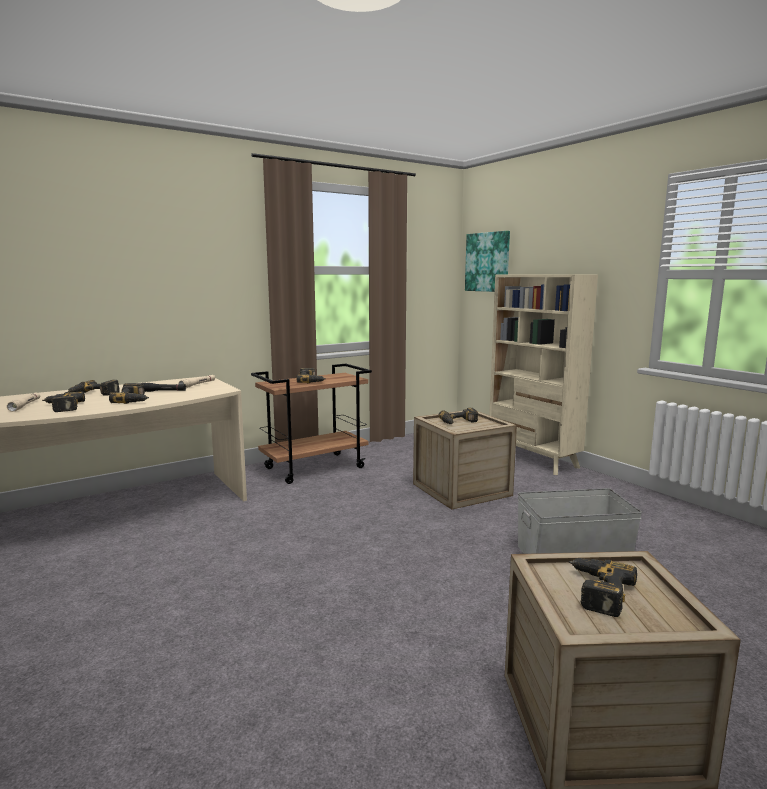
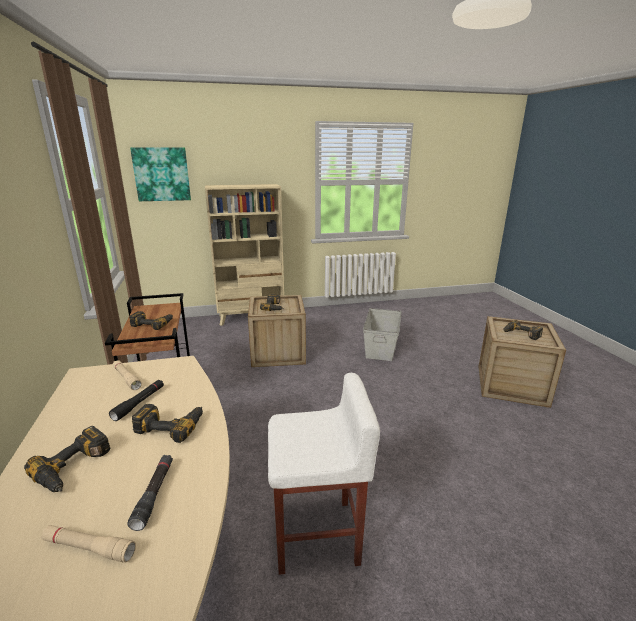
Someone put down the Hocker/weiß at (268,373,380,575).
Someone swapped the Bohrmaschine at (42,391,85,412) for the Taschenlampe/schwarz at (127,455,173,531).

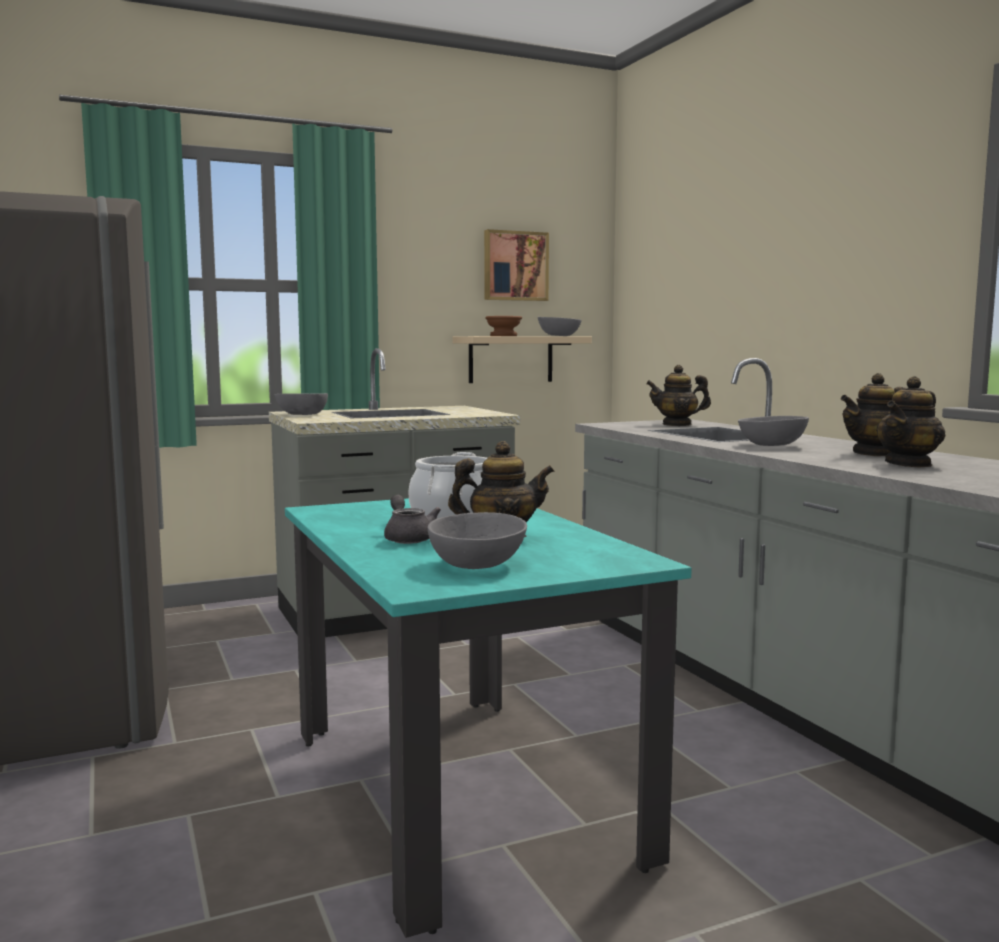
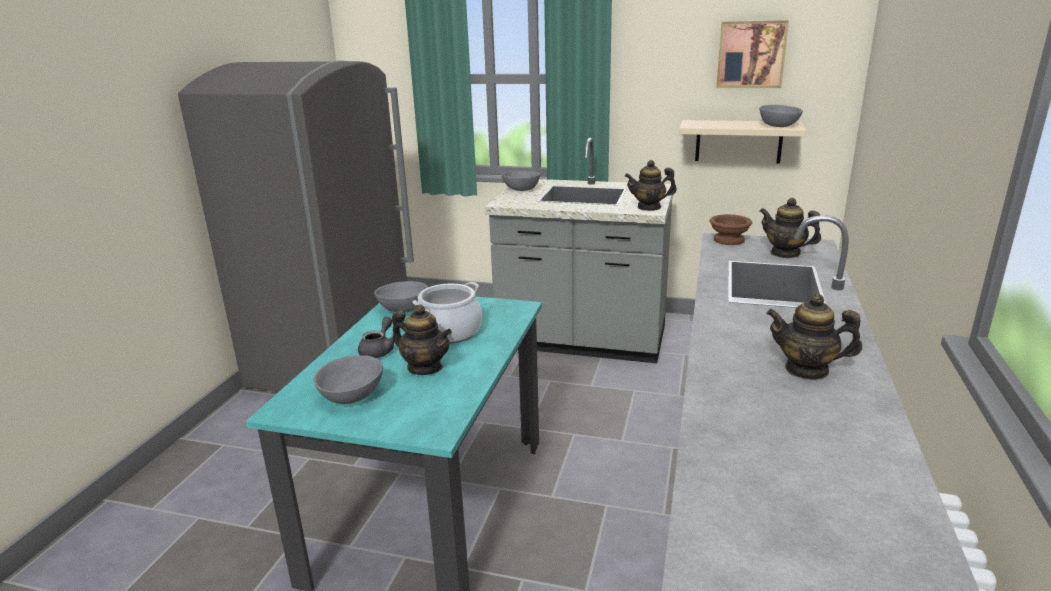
Someone carried the Schüssel/braun from (485,316,522,336) to (710,214,752,245).
Someone carried the Schüssel/grau from (738,416,809,446) to (374,281,428,312).
Someone carried the Teekanne from (876,376,946,468) to (625,160,677,211).

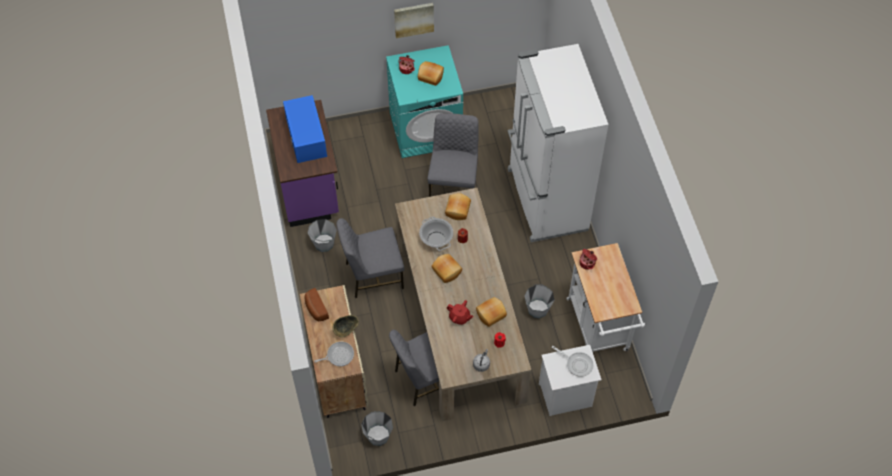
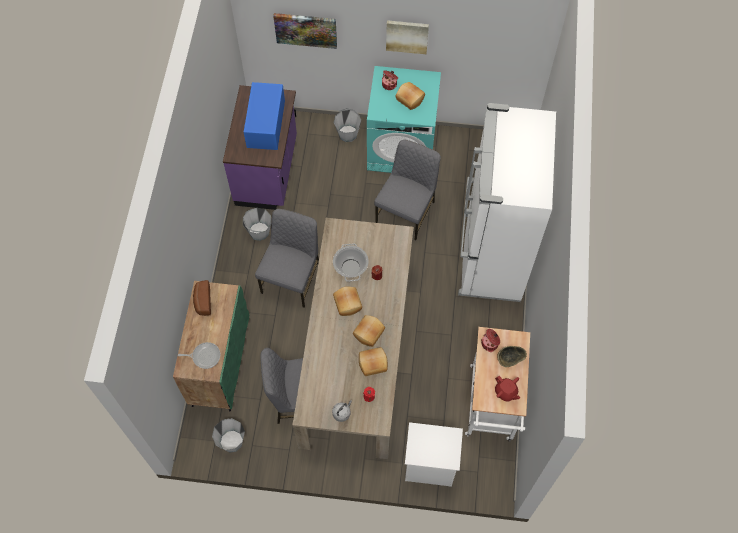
Someone took away the Pfanne at (552,346,593,377).
Someone put up the Bild at (273,13,337,49).
Someone carried the Schüssel from (332,315,359,337) to (497,346,527,367).
Someone carried the Brot from (445,193,471,220) to (353,315,385,347).
Someone carried the Teekanne/rot from (447,300,473,325) to (495,376,521,402).
Someone carried the Eimer/grau from (525,284,555,319) to (334,108,361,142).
Someone repainted the Schrank/beige at (300,285,369,418), which became the Schrank/grün at (173,281,249,411).
Someone rotated the Stuhl/grau at (336,218,404,298) by 105 degrees clockwise.

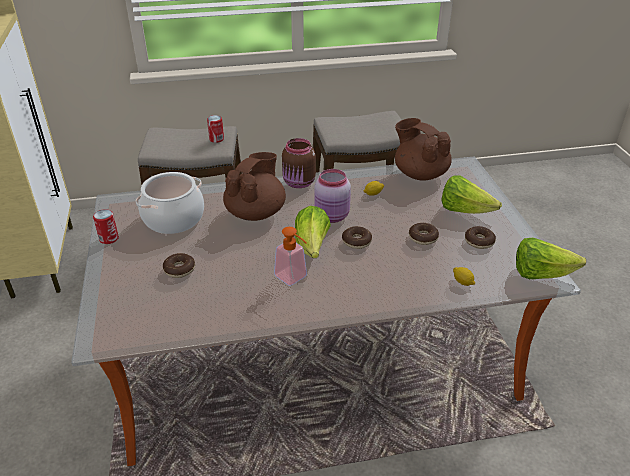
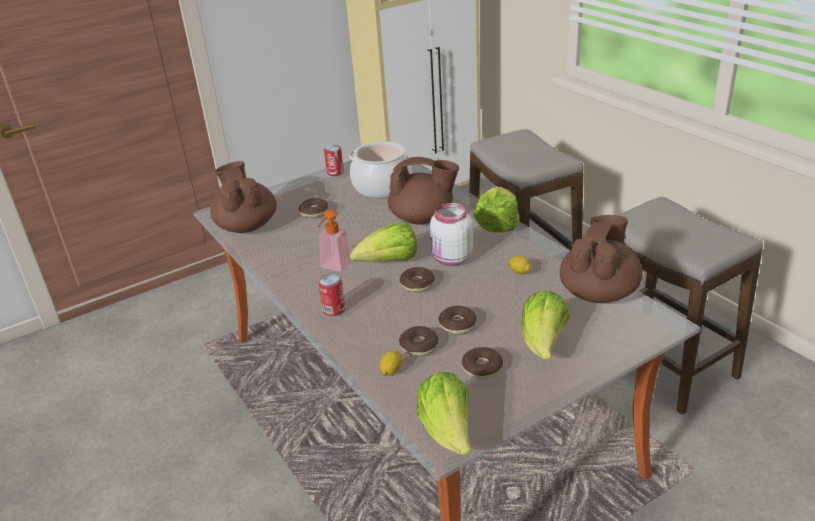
Someone put down the Teekanne/braun at (210,161,277,233).
Someone put down the Donut at (399,326,438,356).
Someone carried the Dose from (207,115,224,143) to (318,274,345,316).
Someone swapped the Vorratsglas/braun at (282,138,316,188) for the Salatkopf at (473,187,519,232).
Someone repainted the Vorratsglas/rosa at (314,169,351,223), which became the Vorratsglas/weiß at (430,203,473,266).

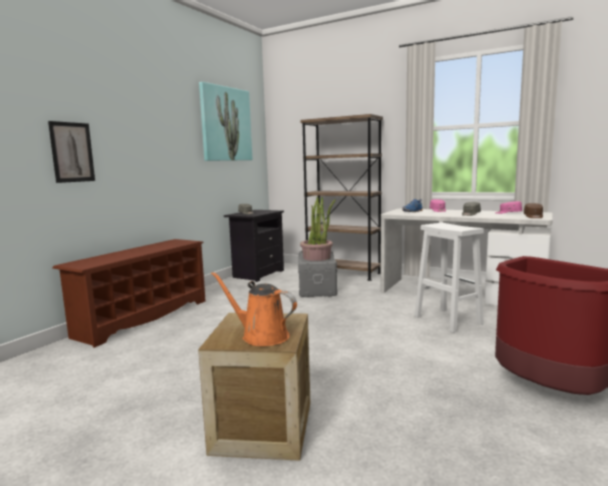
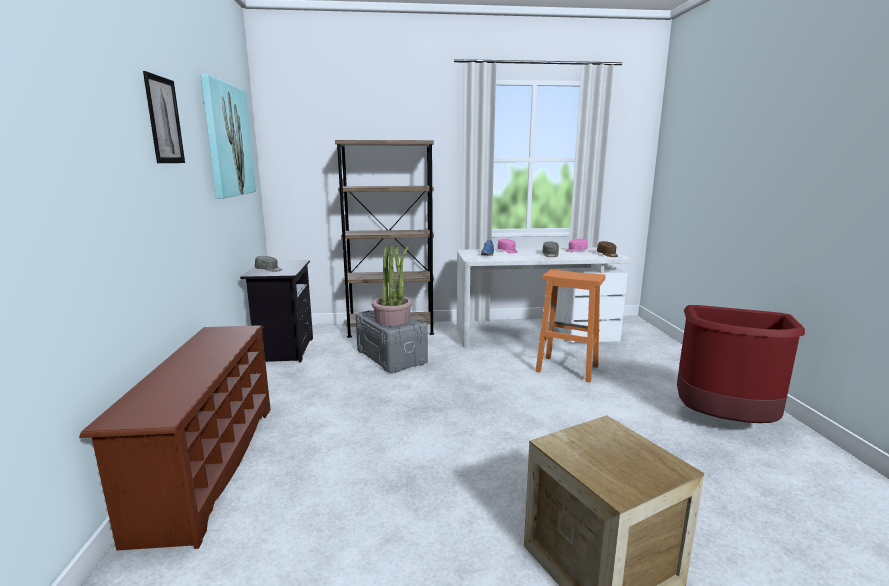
Someone took away the Gießkanne/orange at (211,272,297,346).
Someone carried the Bild from (48,121,95,183) to (143,71,185,163).
Someone repainted the Hocker/weiß at (414,223,484,333), which became the Hocker/orange at (535,269,606,382).

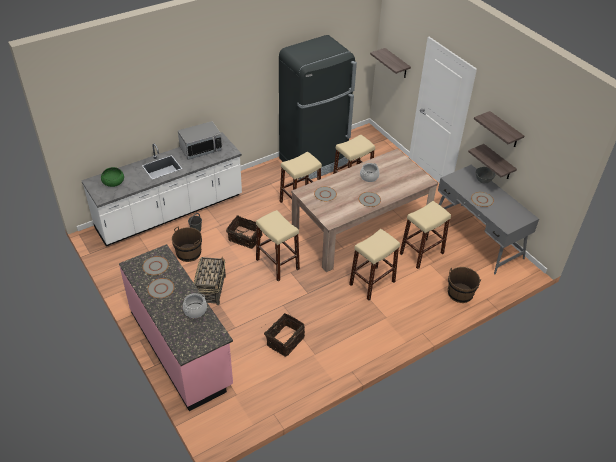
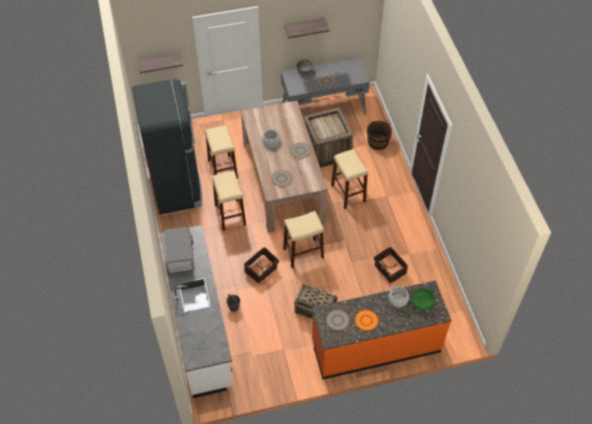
Someone took away the Eimer/braun at (172,226,202,262).
Someone took away the Wandregal at (468,144,517,179).
Someone carried the Schüssel/grün from (101,167,124,187) to (411,288,435,311).
Someone swapped the Hocker/beige at (400,201,451,269) for the Kiste at (303,107,353,168).
Someone repainted the Küchenzeile/rosa at (119,244,233,411), which became the Küchenzeile/orange at (312,281,452,379).
Someone repainted the Teller/grau at (148,278,174,298), which became the Teller/orange at (355,310,378,331).

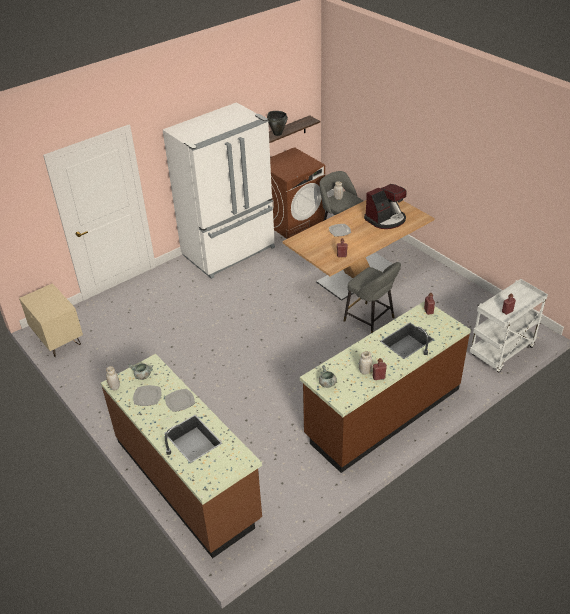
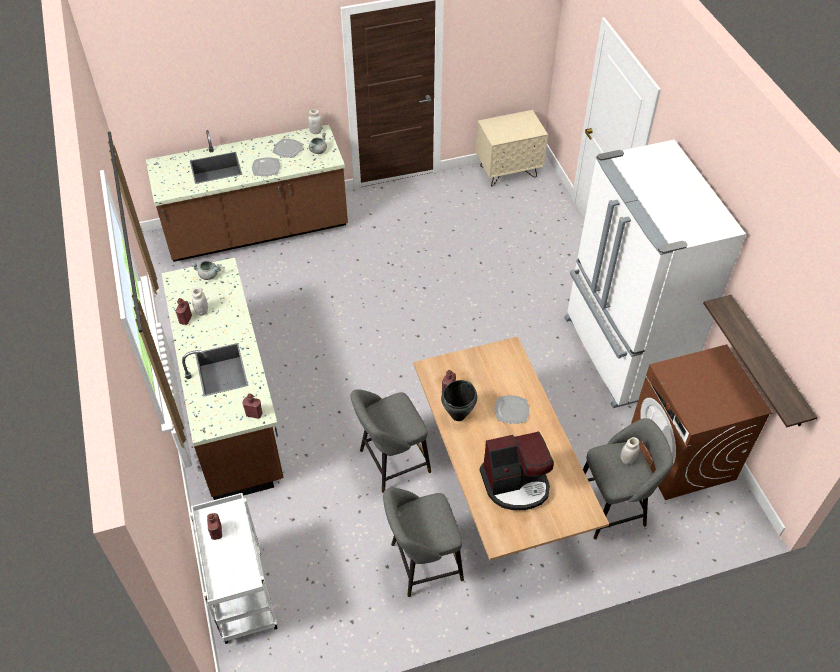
Someone put down the Hocker/grau at (383,488,464,597).
Someone carried the Kochtopf/schwarz from (267,111,288,136) to (441,380,477,421).
Someone rotated the Kaffeemaschine at (364,184,407,229) by 90 degrees counterclockwise.

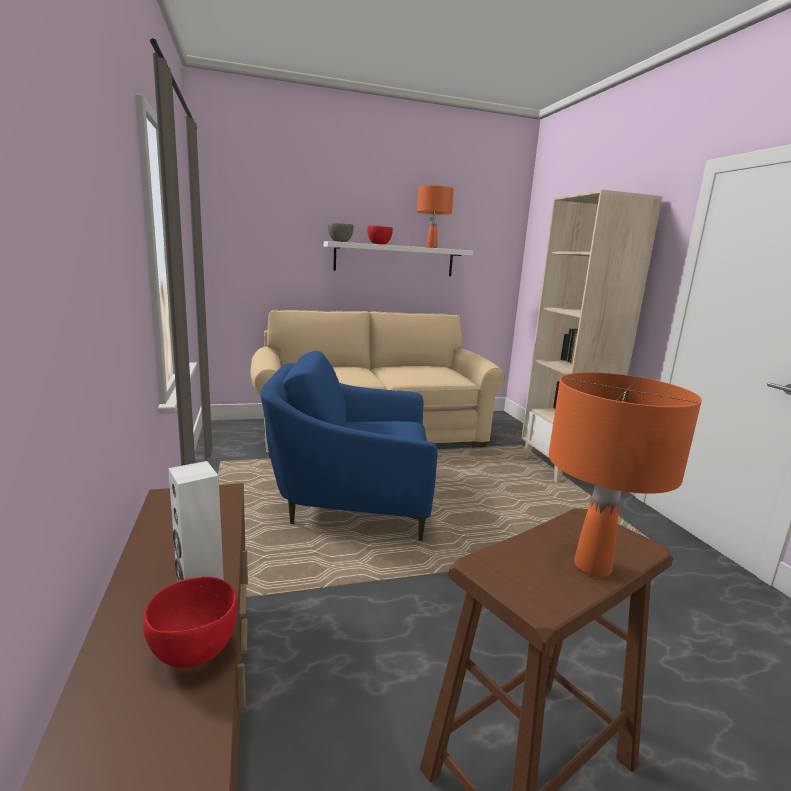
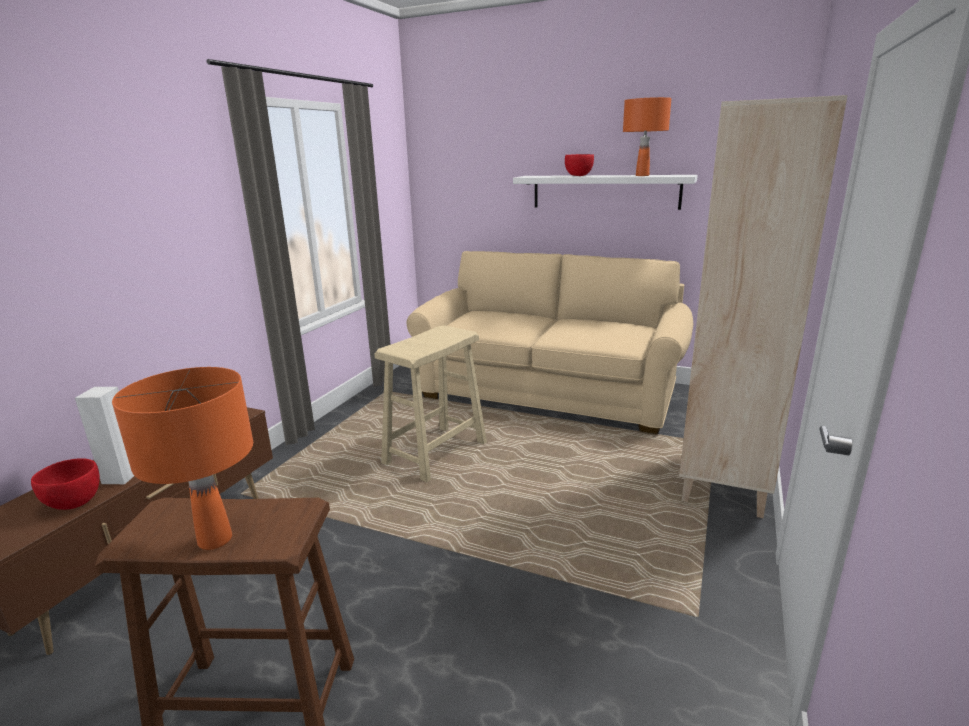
Someone took away the Schüssel/grau at (328,222,353,242).
Someone swapped the Sessel/blau at (260,351,438,541) for the Hocker/beige at (374,325,487,482).

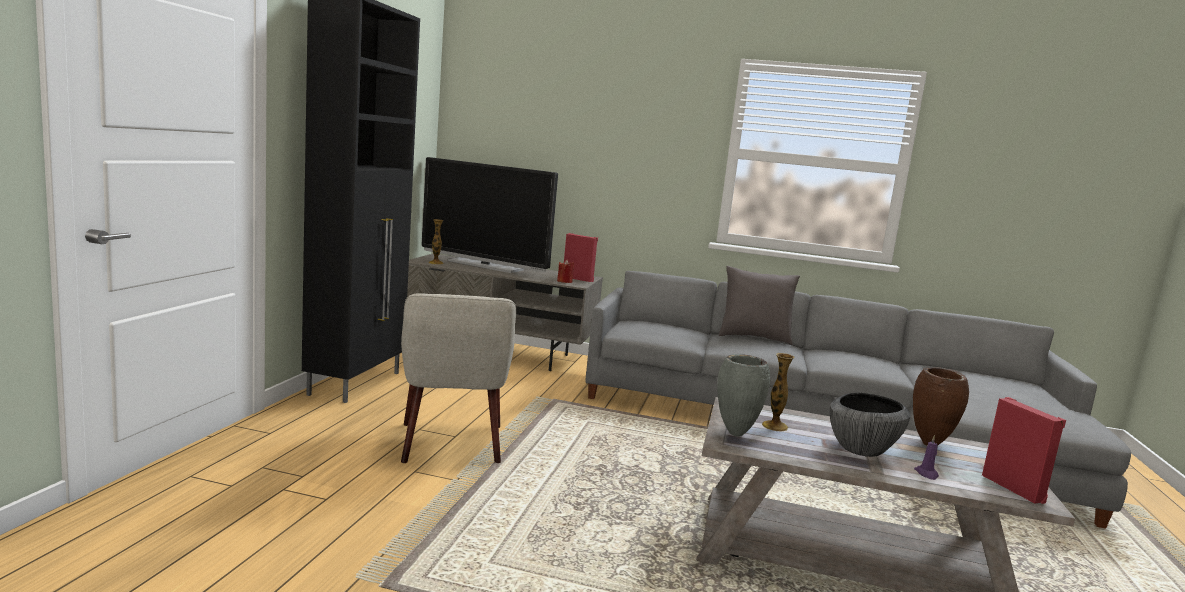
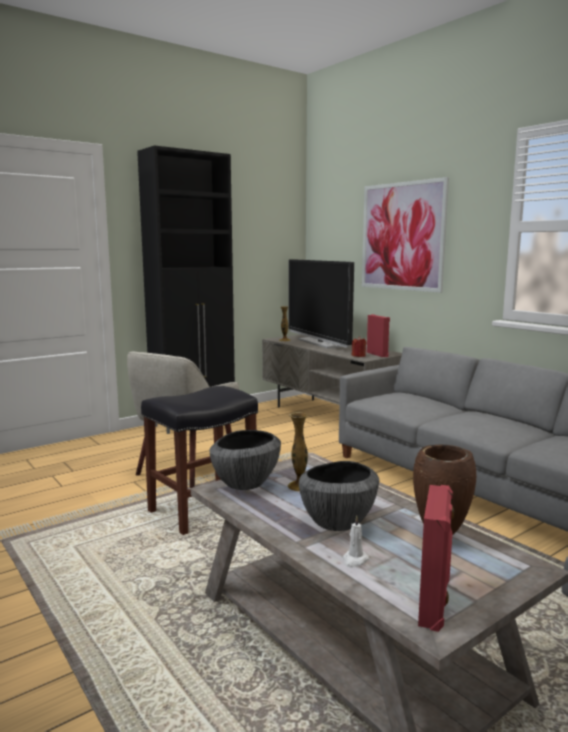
Someone took away the Kissen/grau at (719,266,800,345).
Someone put down the Hocker/schwarz at (141,386,258,535).
Someone put up the Bild at (362,177,449,293).
Someone swapped the Vase/grau at (717,354,770,437) for the Schüssel at (209,430,281,490).
Someone repainted the Kerze/lila at (914,435,939,480), which became the Kerze/weiß at (343,515,369,568).

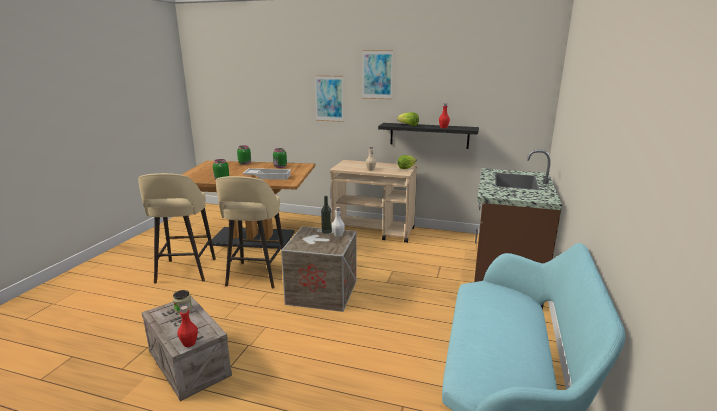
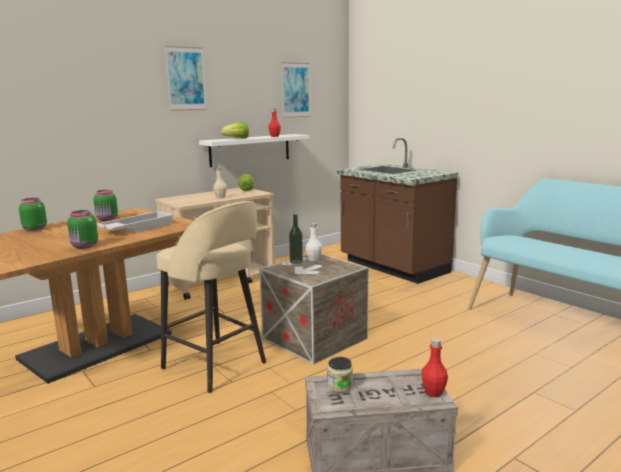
Someone took away the Hocker/beige at (138,173,216,284).
Someone carried the Bild from (315,75,343,122) to (281,62,311,118).
Someone repainted the Wandregal/schwarz at (378,123,479,149), which became the Wandregal/weiß at (199,134,310,167).

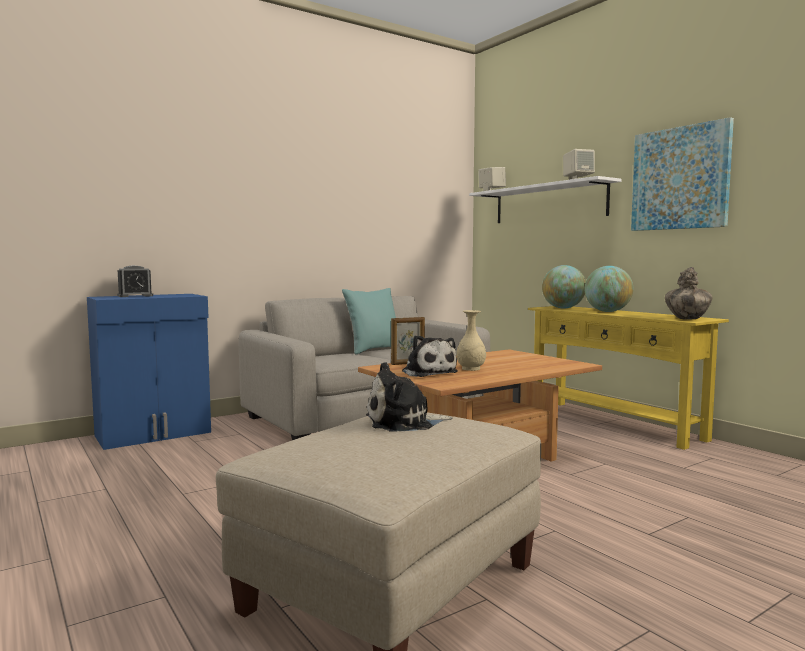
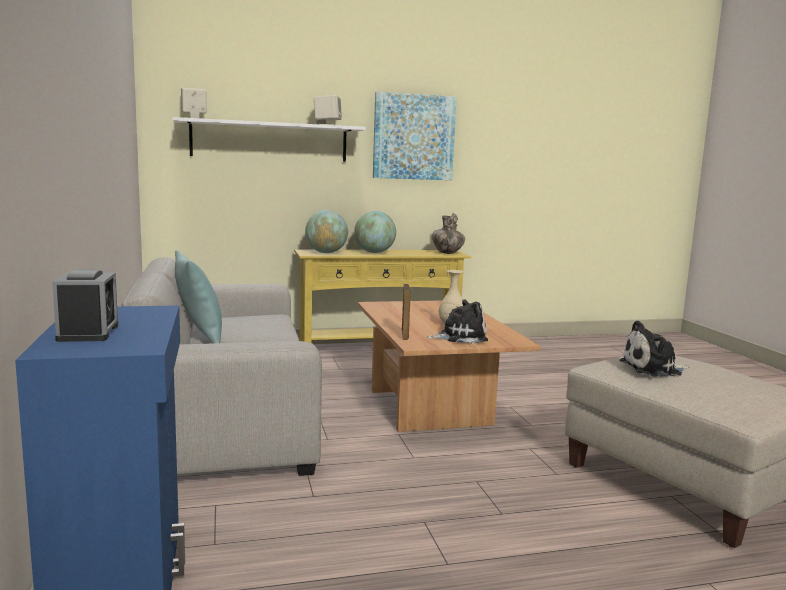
Someone rotated the Plüschtier at (366,362,452,432) by 75 degrees clockwise.

